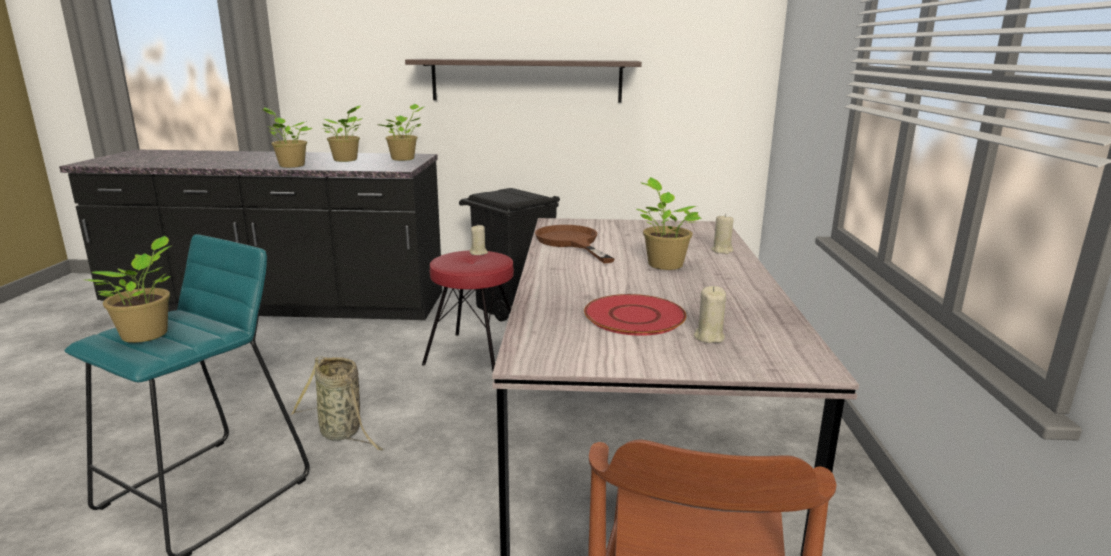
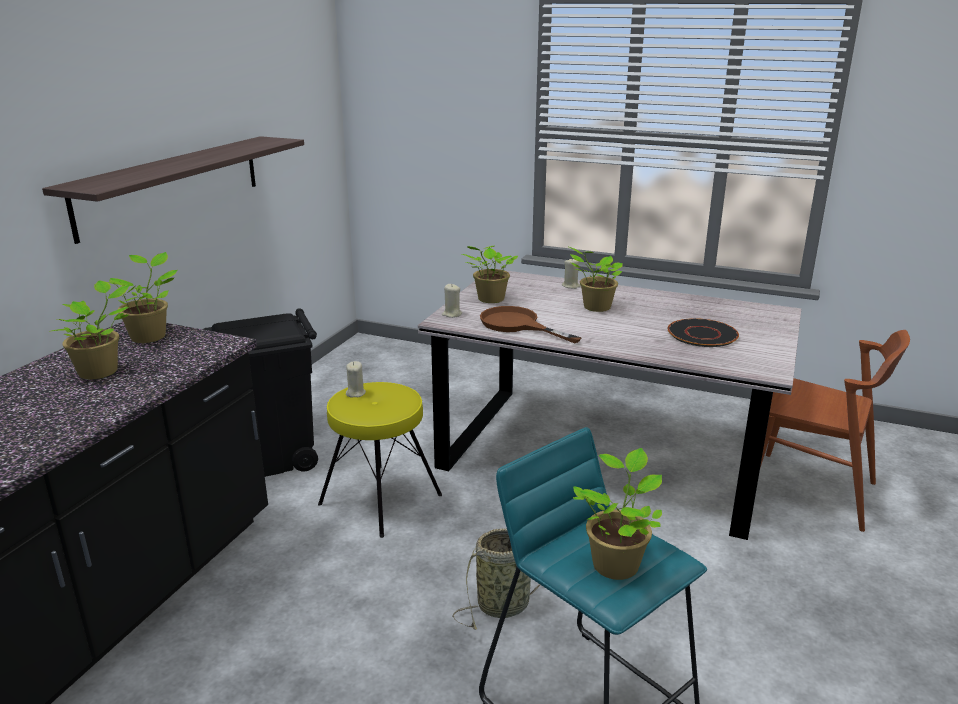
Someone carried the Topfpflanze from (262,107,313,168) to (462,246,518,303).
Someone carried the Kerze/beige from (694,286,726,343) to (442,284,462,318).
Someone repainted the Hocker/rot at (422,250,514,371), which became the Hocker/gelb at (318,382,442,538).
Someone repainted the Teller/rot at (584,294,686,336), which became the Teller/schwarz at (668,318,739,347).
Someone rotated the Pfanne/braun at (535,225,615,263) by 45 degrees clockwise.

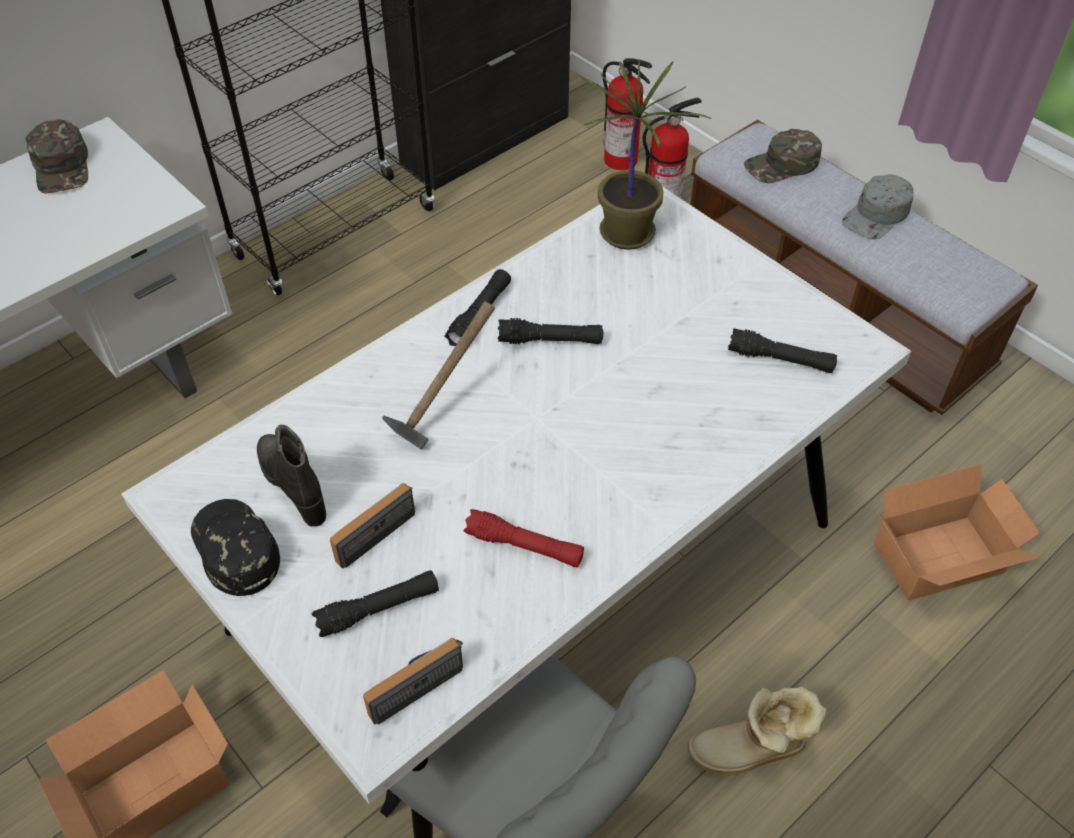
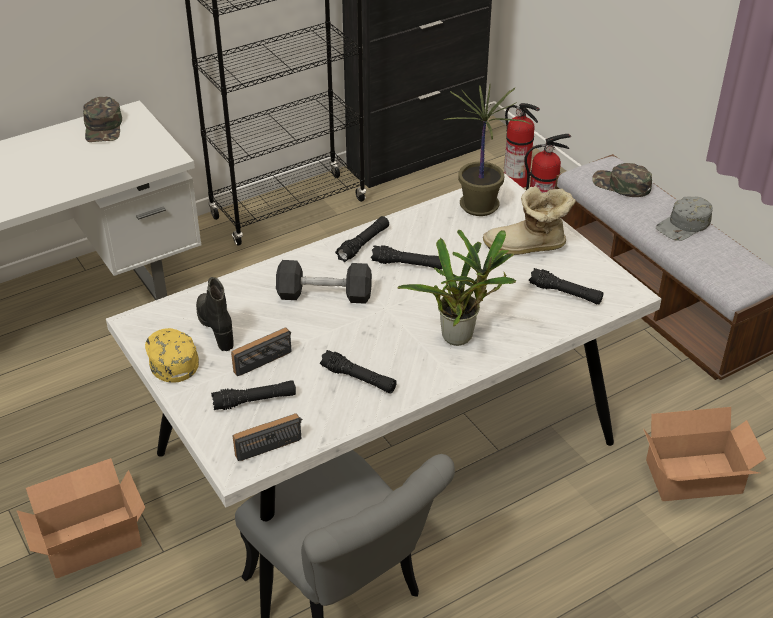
Someone put down the Topfpflanze at (397,230,516,346).
Someone carried the Stiefel from (688,686,826,775) to (483,186,576,255).
Someone swapped the Hammer at (382,301,495,449) for the Hantel/schwarz at (276,260,372,304).
Someone repainted the Kappe/schwarz at (191,499,280,596), which became the Kappe/gelb at (145,328,199,383).
Someone repainted the Taschenlampe/rot at (464,509,584,567), which became the Taschenlampe/schwarz at (320,350,397,394).
Someone rotated the Kappe/grün at (744,129,822,183) by 45 degrees clockwise.

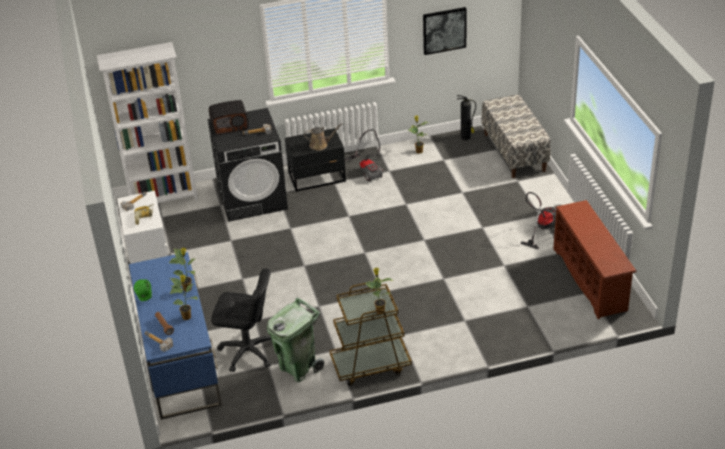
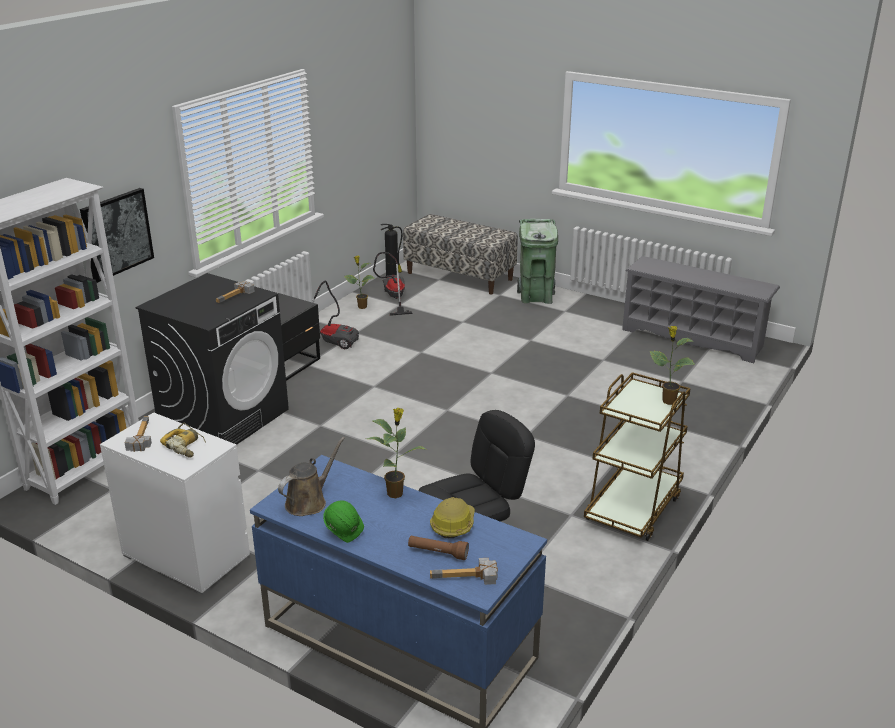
Someone took away the Radio at (209,100,248,136).
Someone carried the Mülleimer/grün from (267,297,325,383) to (517,219,558,304).
Someone carried the Gießkanne/braun from (304,123,343,151) to (278,437,345,516).
Someone carried the Bild from (423,7,467,55) to (80,188,154,283).
Someone carried the Staubsauger from (520,192,556,250) to (373,252,413,316).
Someone swapped the Topfpflanze at (170,275,198,320) for the Schutzhelm at (430,497,475,539).
Someone repainted the Schuhregal/braun at (554,200,637,319), which became the Schuhregal/grau at (622,256,780,363).

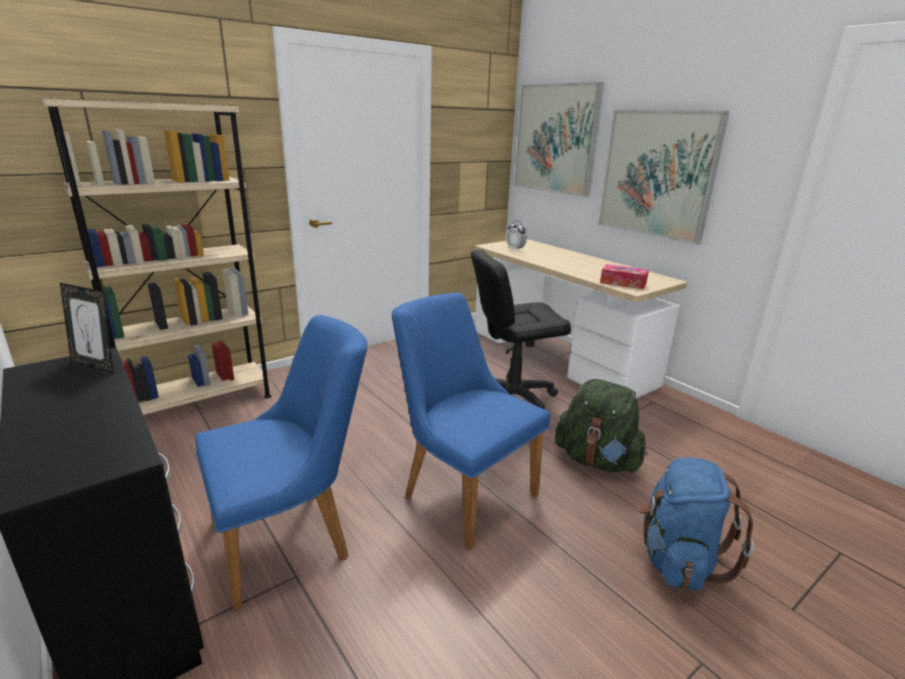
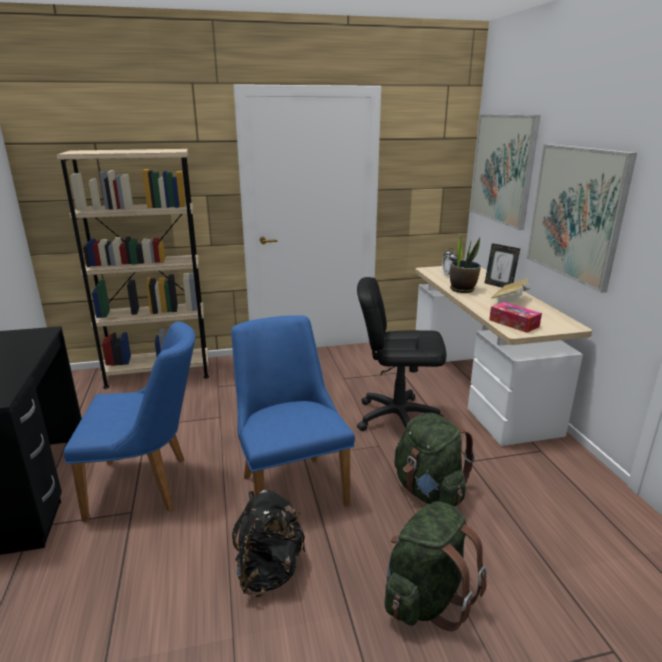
Someone put down the Rucksack/schwarz at (232,490,305,597).
Someone put down the Topfpflanze at (450,233,481,293).
Someone put down the Buch at (491,278,530,304).
Someone carried the Bilderrahmen from (60,283,113,374) to (485,243,520,287).
Someone repainted the Rucksack/blau at (638,458,754,591), which became the Rucksack/grün at (384,501,487,631).

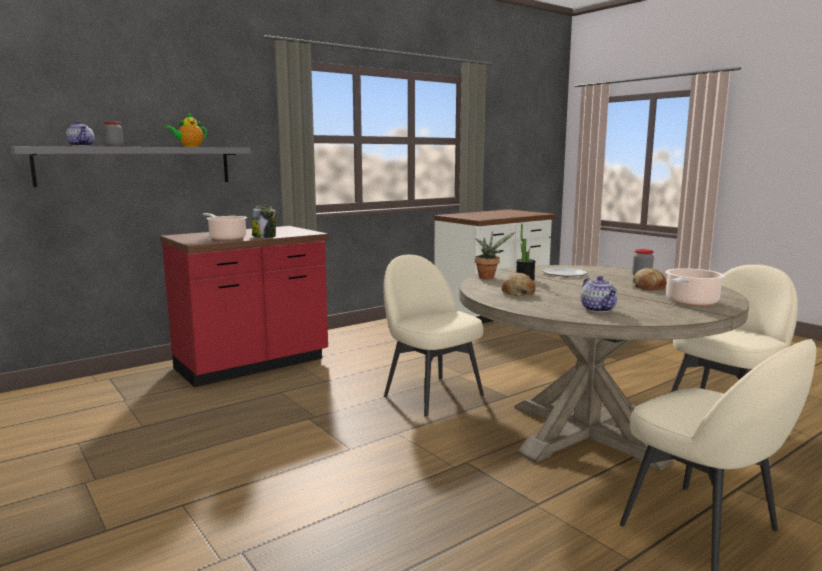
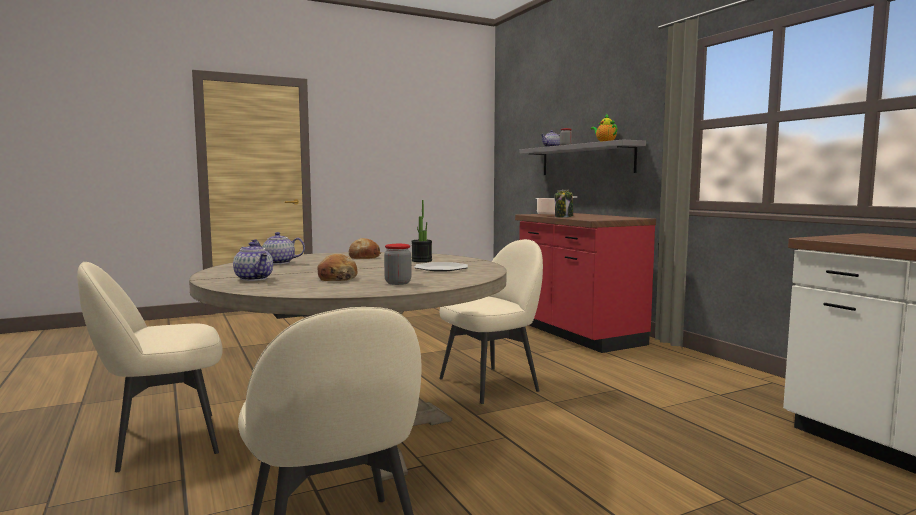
Someone took away the Topfpflanze at (475,231,516,279).
Someone swapped the Kochtopf at (665,268,725,306) for the Teekanne at (233,242,273,281).

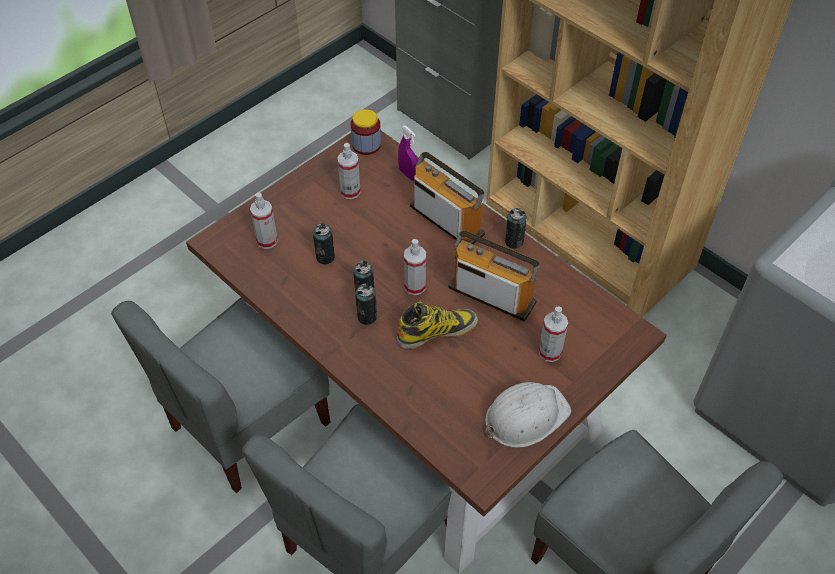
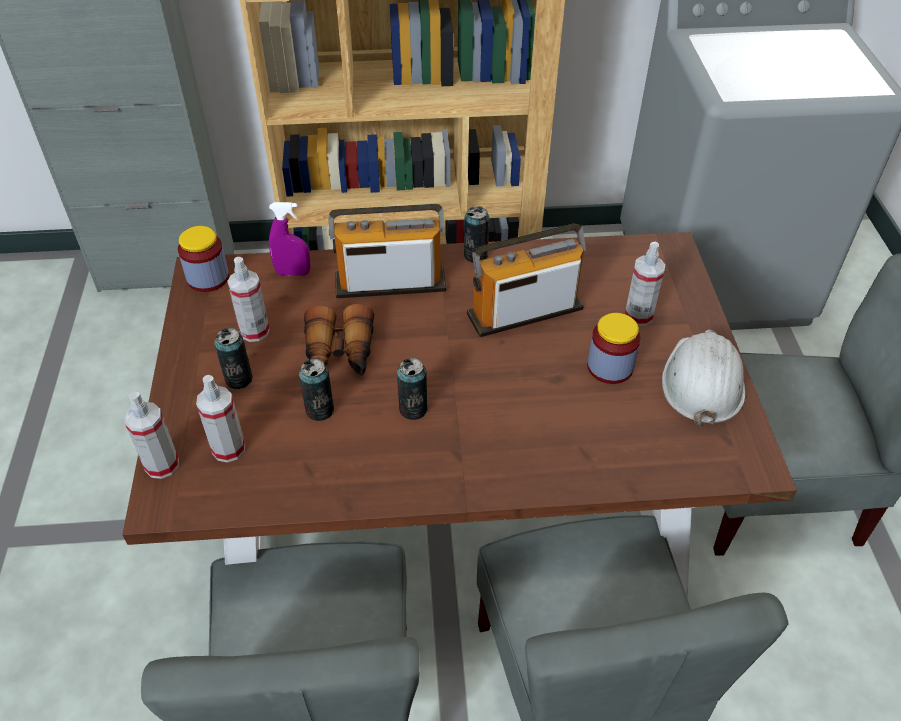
Someone took away the Stiefel at (397,301,478,349).
Someone put down the Fernglas at (304,304,374,375).
Someone put down the Vorratsglas at (587,313,640,384).
Someone carried the Dose from (355,284,378,325) to (214,328,253,389).
Someone carried the Sprühflasche from (404,239,426,295) to (124,392,179,479).

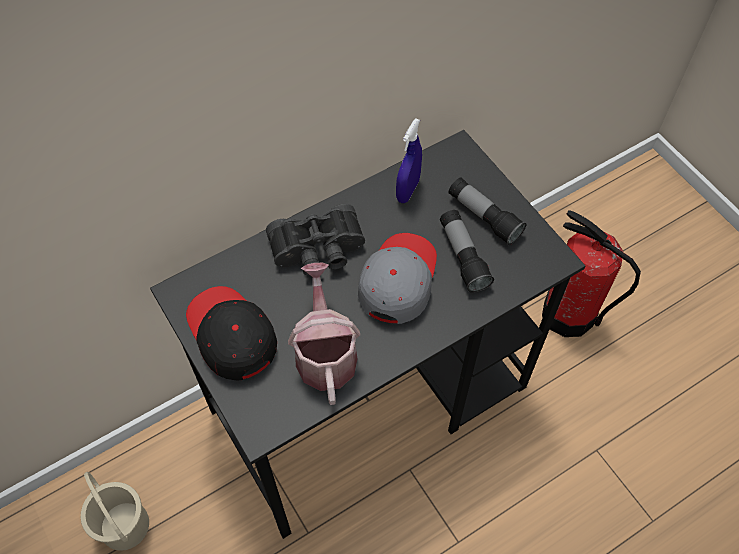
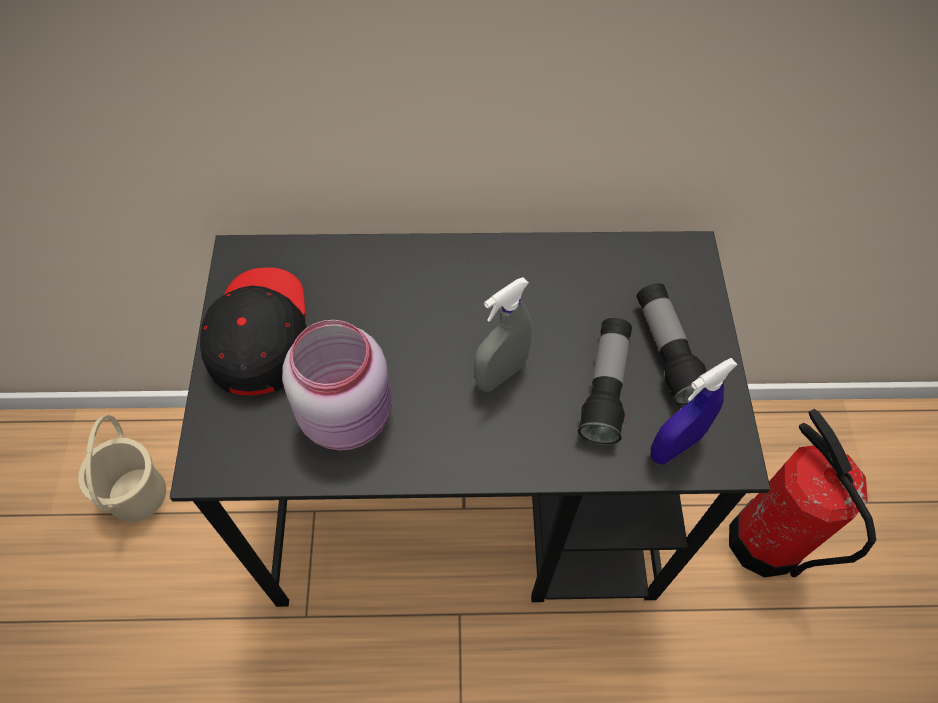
Someone took away the Fernglas/schwarz at (266,204,365,276).
Someone carried the Sprühflasche/blau from (396,118,422,203) to (651,358,738,465).
Someone swapped the Gießkanne at (288,263,360,405) for the Vorratsglas/rosa at (282,320,392,451).
Someone swapped the Kappe/grau at (358,233,437,324) for the Sprühflasche/grau at (474,277,532,392).

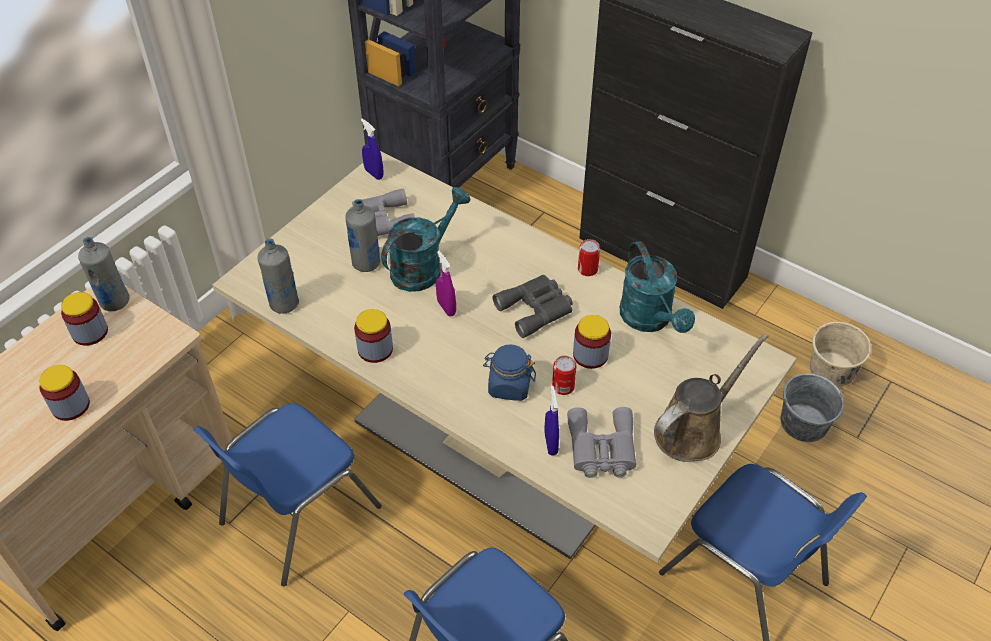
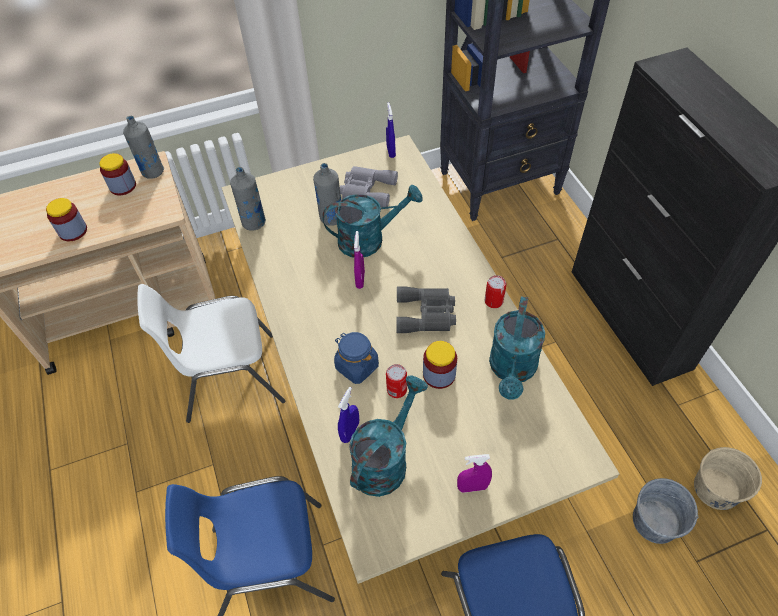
Someone took away the Vorratsglas at (354,309,393,363).
Someone swapped the Fernglas/grau at (567,407,636,478) for the Gießkanne/türkis at (349,375,428,497).
Someone swapped the Gießkanne/braun at (654,334,769,462) for the Sprühflasche/lila at (457,454,492,493).
Someone repainted the Stuhl/blau at (193,403,382,586), which became the Stuhl/weiß at (137,284,286,423).

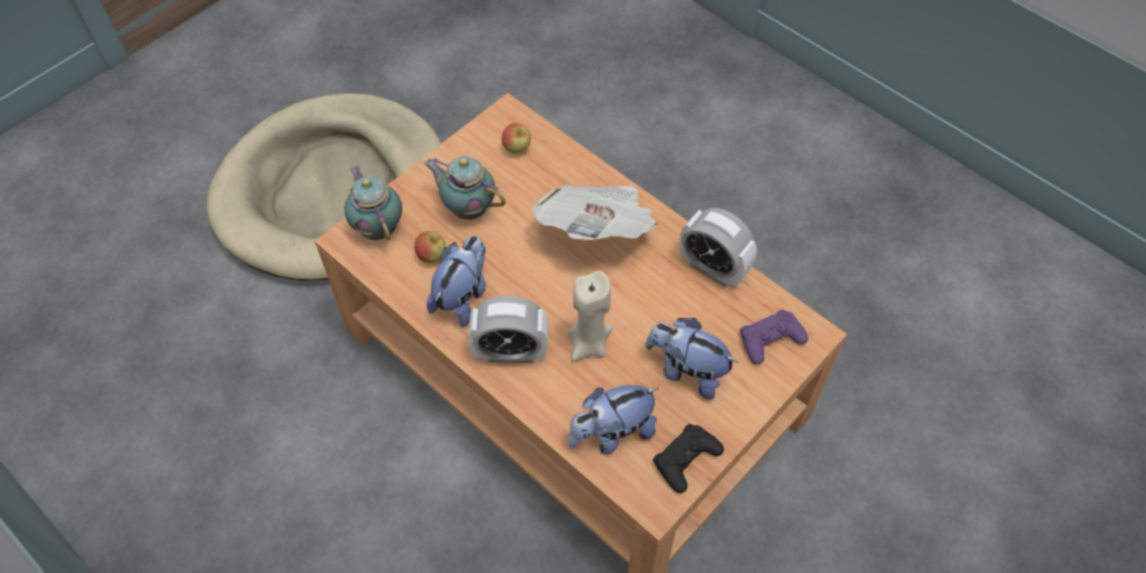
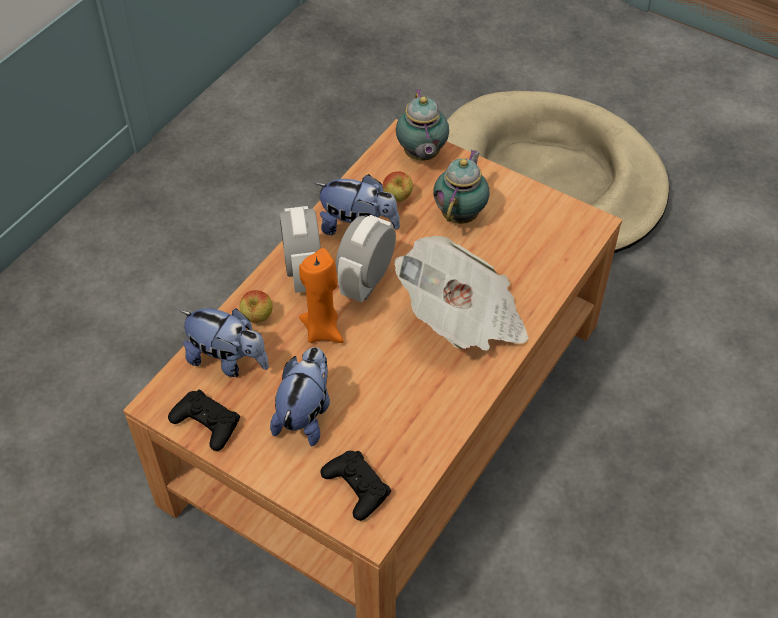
Someone carried the Apfel from (502,123,531,154) to (239,290,273,323).
Someone carried the Wecker from (680,208,757,288) to (336,215,396,303).
Someone repainted the Kerze/beige at (568,271,613,361), which became the Kerze/orange at (299,248,344,343).
Someone repainted the Gamepad/lila at (740,309,808,364), which became the Gamepad/schwarz at (320,451,391,521).
Someone rotated the Teekanne at (344,166,402,240) by 120 degrees clockwise.
Someone rotated the Plüschtier at (568,385,659,454) by 150 degrees clockwise.

